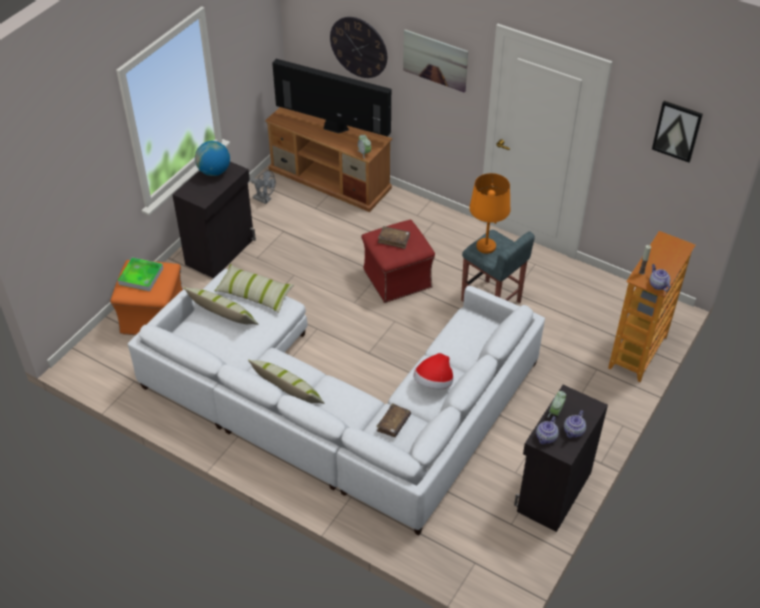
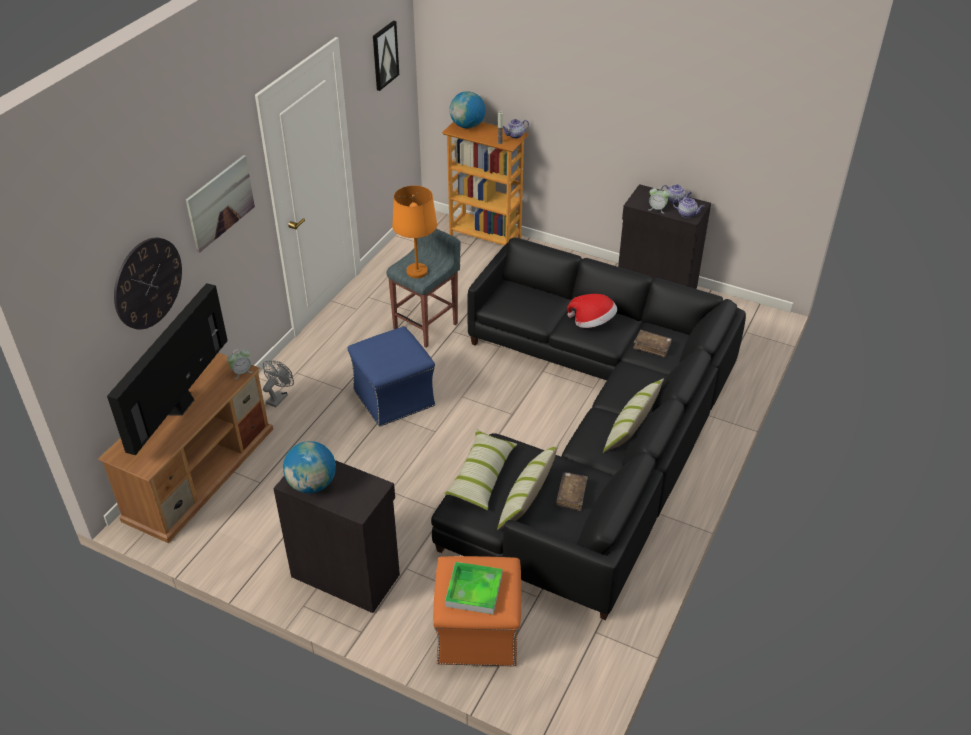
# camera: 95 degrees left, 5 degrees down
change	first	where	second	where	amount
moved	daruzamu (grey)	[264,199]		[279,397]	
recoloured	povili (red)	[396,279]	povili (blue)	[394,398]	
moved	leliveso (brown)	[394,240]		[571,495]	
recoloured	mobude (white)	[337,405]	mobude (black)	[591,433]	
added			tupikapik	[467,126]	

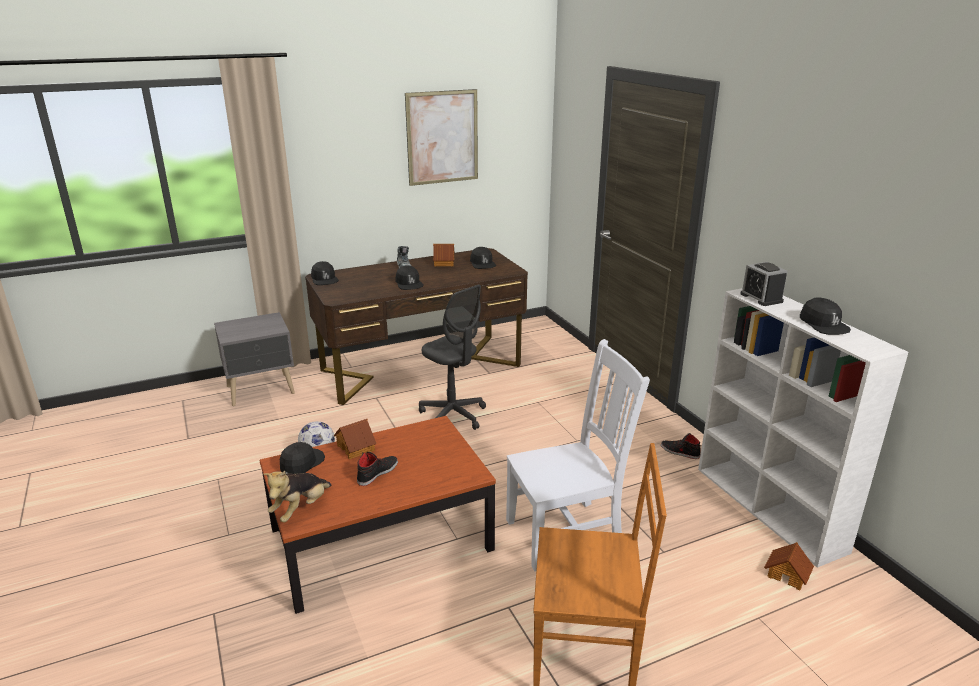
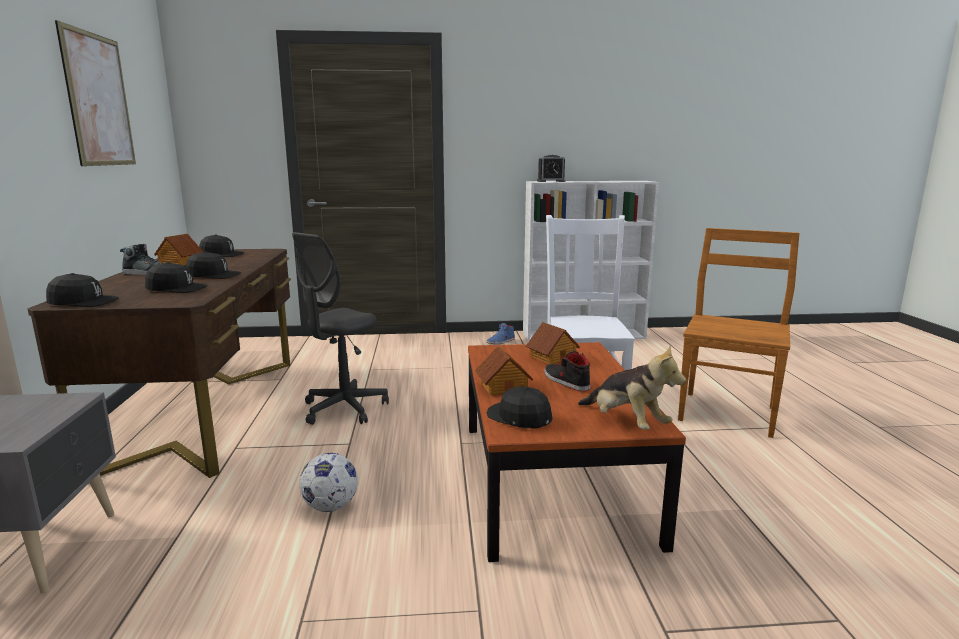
# camera: 70 degrees left, 10 degrees down
change	first	where	second	where	amount
turned	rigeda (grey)	[453,415]		[344,409]	150 degrees clockwise
moved	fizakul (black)	[823,324]		[176,288]	
recoloured	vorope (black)	[679,452]	vorope (blue)	[501,341]	
moved	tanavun	[787,574]		[552,357]	

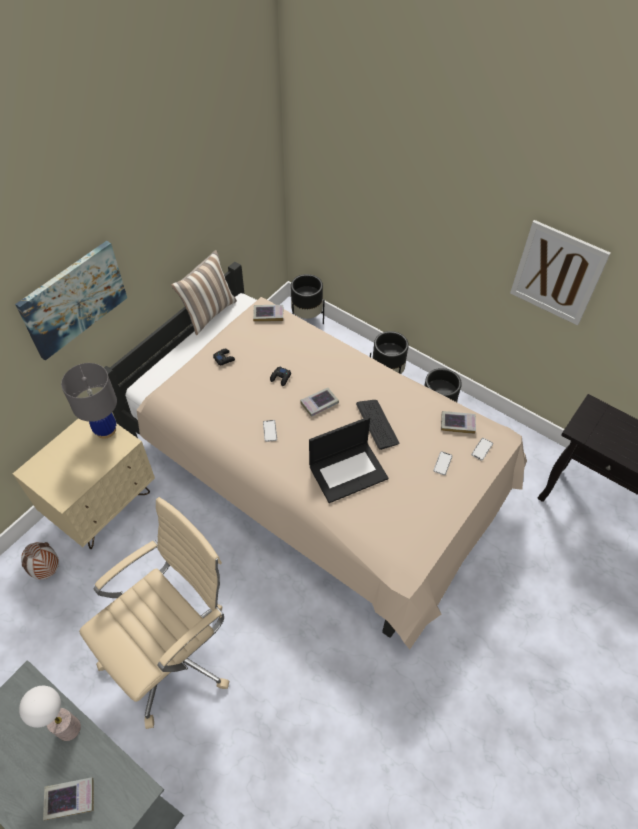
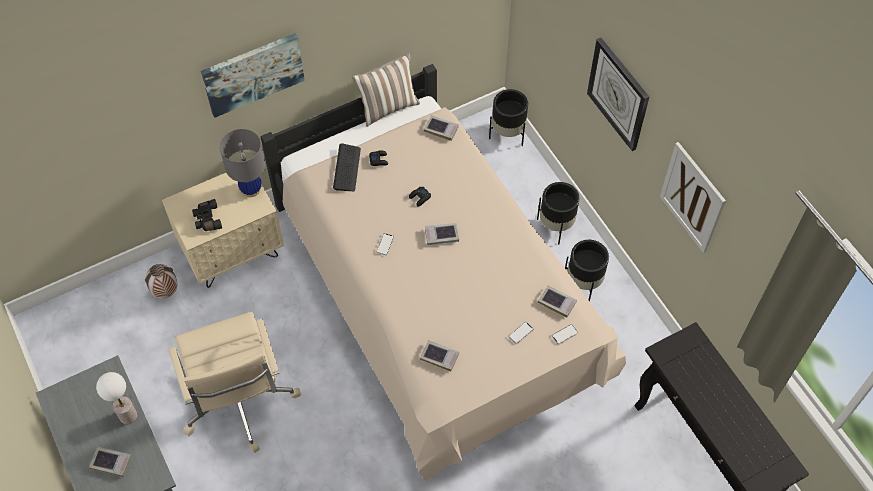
# camera: 25 degrees right, 5 degrees up
change	first	where	second	where	amount
moved	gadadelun	[377,424]		[347,168]	
removed	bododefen	[348,471]			
turned	rigeda (beige)	[174,652]		[239,402]	90 degrees clockwise
added			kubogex	[618,94]	
added			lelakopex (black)	[207,219]	
added			leliveso	[439,357]	

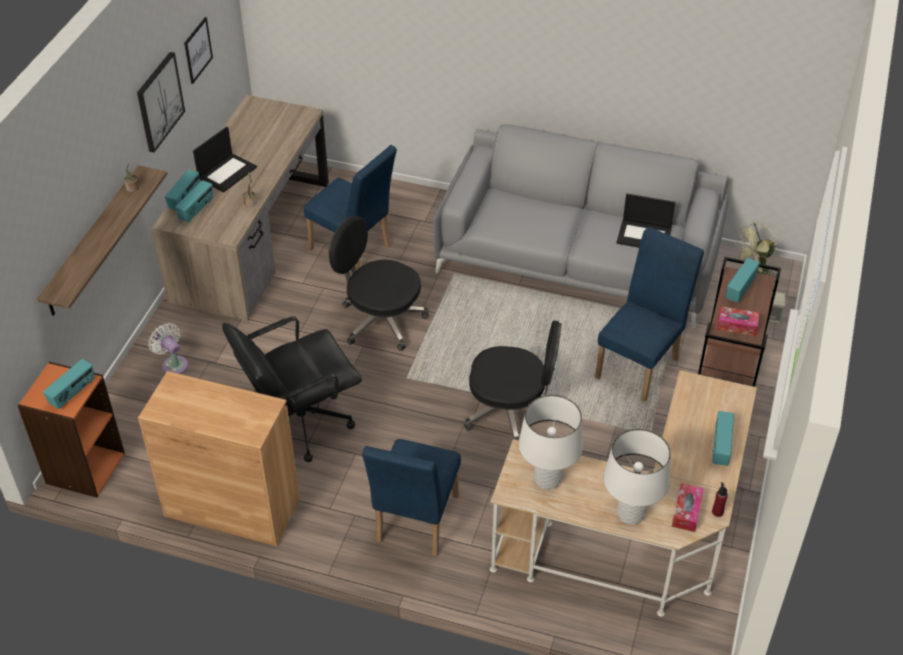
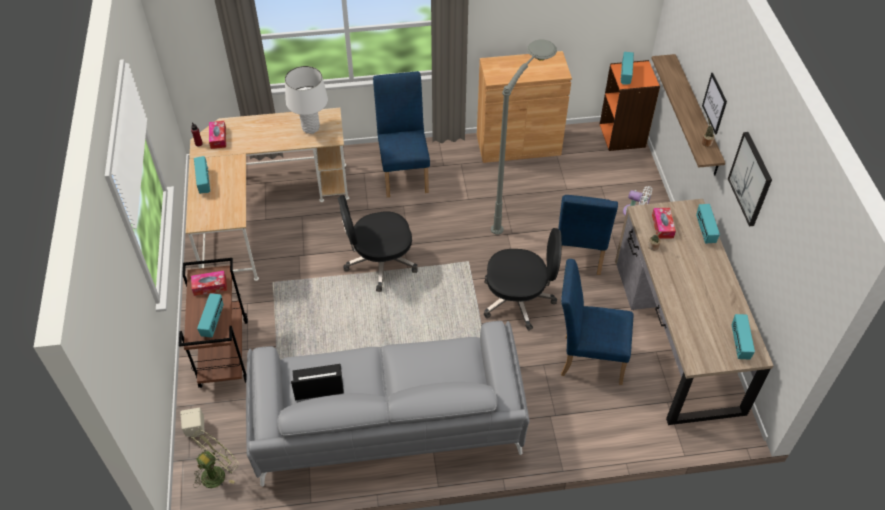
# camera: 155 degrees right, 5 degrees up
change	first	where	second	where	amount
moved	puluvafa	[198,50]		[714,103]	
removed	bododefen	[227,172]			
moved	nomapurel	[197,210]		[739,343]	
moved	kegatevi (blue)	[640,364]		[578,255]	
replaced	rigeda (black)	[300,422]	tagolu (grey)	[518,205]	
removed	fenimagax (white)	[630,514]			
added			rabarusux	[662,226]	

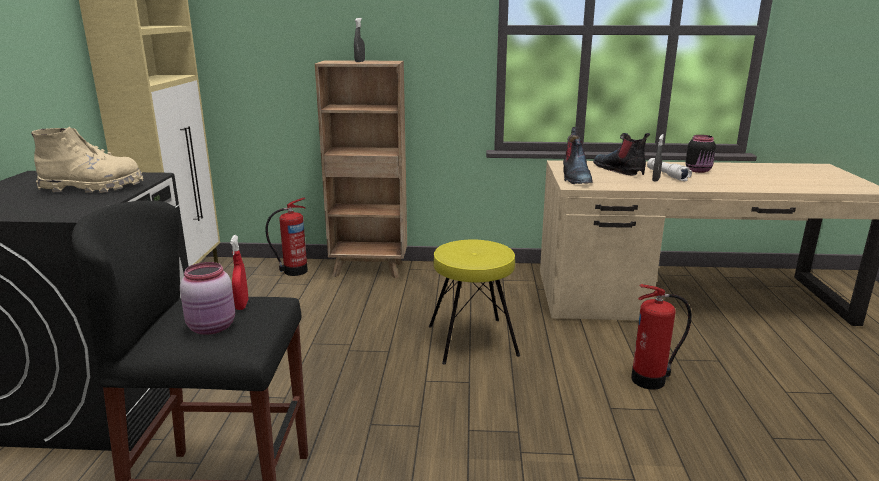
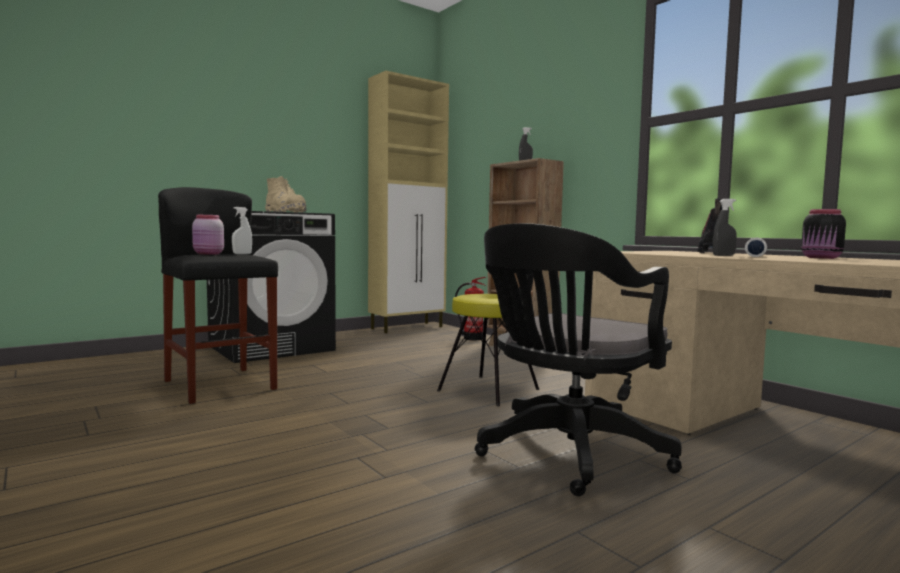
# camera: 50 degrees right, 15 degrees down
change	first	where	second	where	amount
removed	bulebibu	[575,178]			
recoloured	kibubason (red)	[242,305]	kibubason (white)	[242,254]	
replaced	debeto	[651,380]	rigeda (black)	[567,455]	

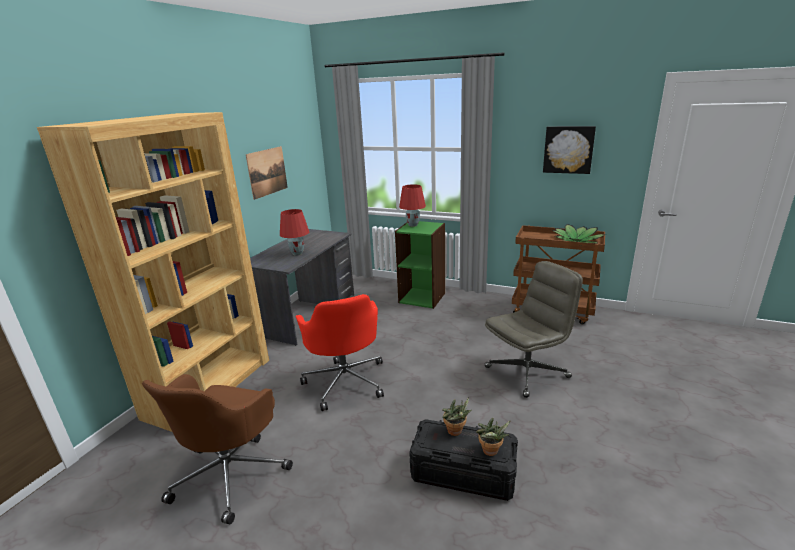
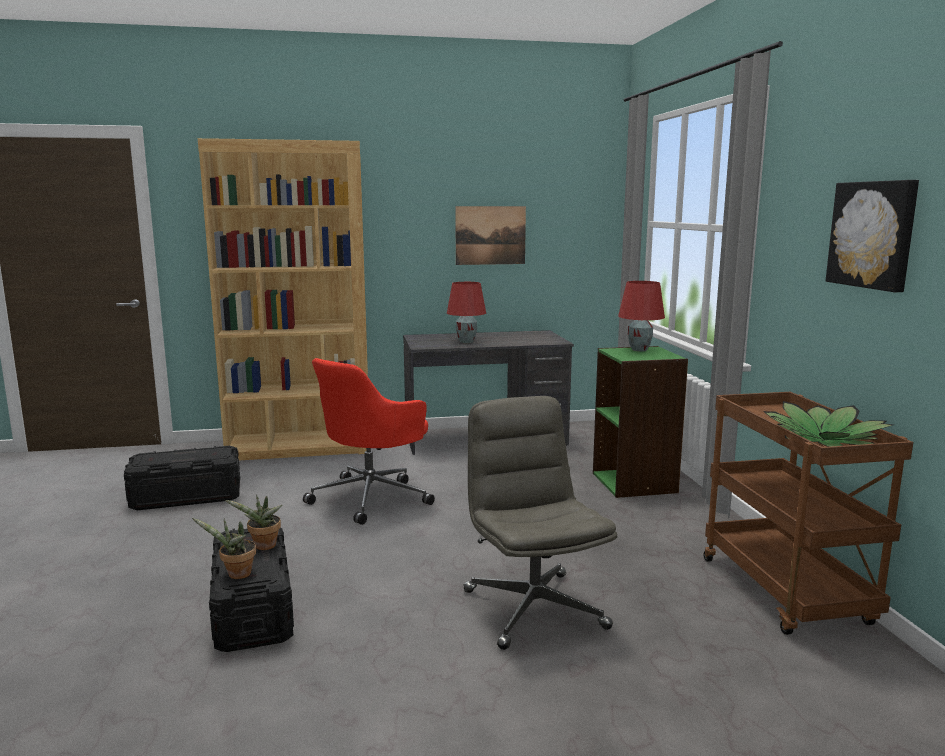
# camera: 55 degrees right, 10 degrees down
change	first	where	second	where	amount
turned	rigeda (grey)	[527,372]		[533,608]	135 degrees counterclockwise
replaced	rigeda (brown)	[231,473]	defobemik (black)	[186,496]	

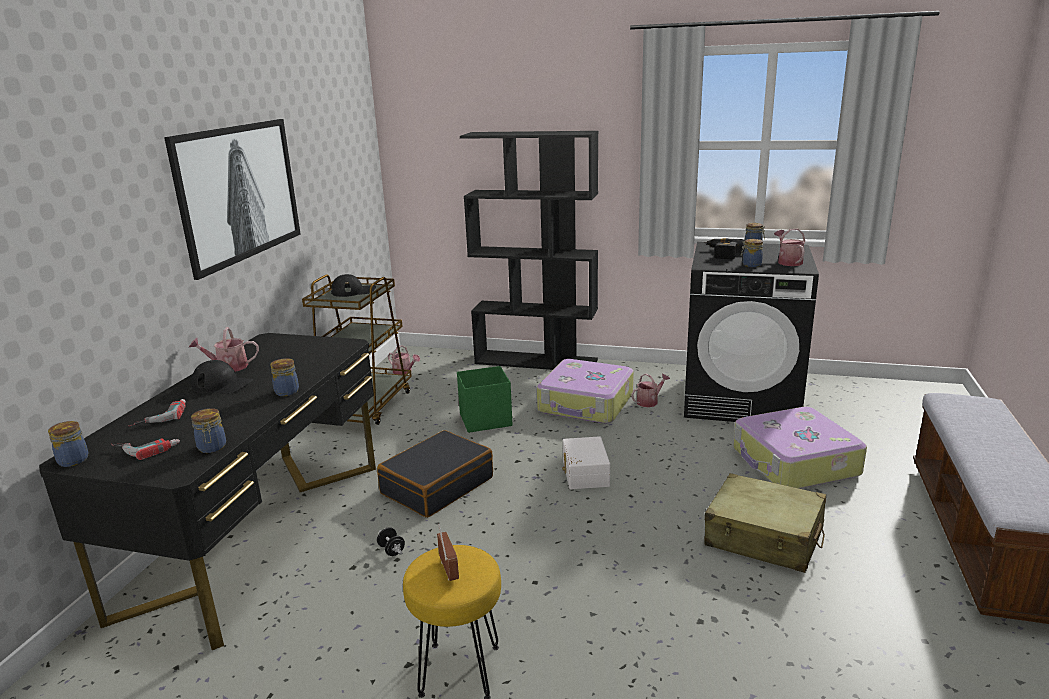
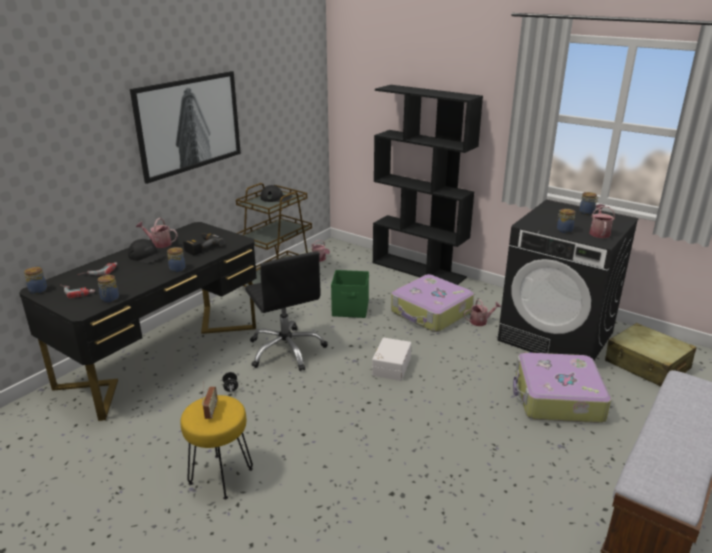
# camera: 20 degrees right, 5 degrees up
change	first	where	second	where	amount
moved	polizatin	[721,253]		[201,247]	
replaced	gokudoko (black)	[437,485]	rigeda (black)	[286,350]	
moved	gokudoko (beige)	[764,537]		[647,365]	

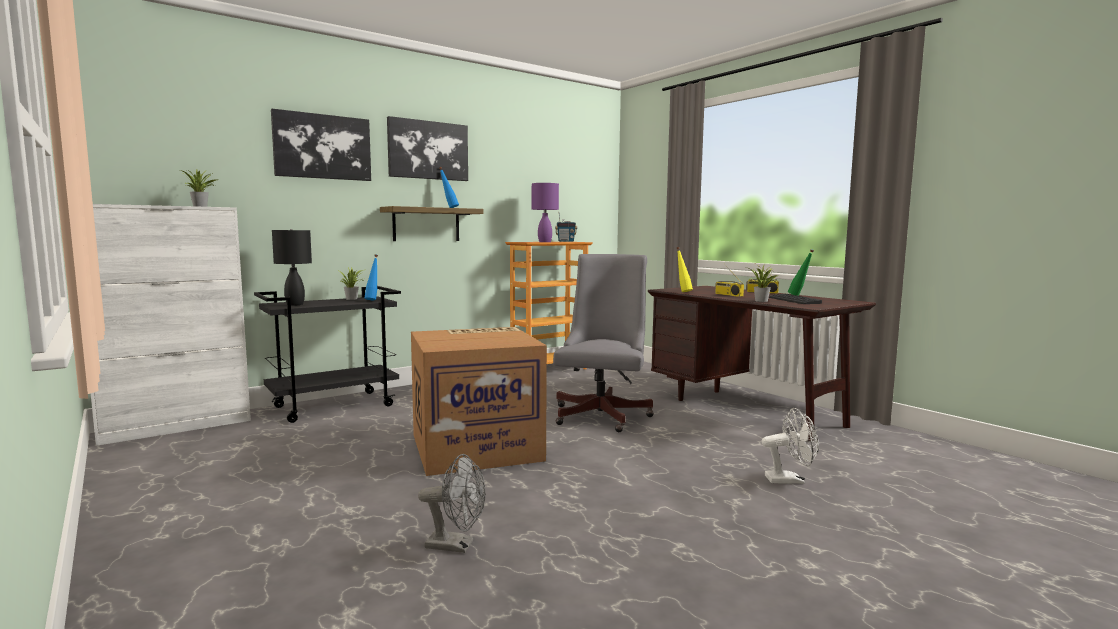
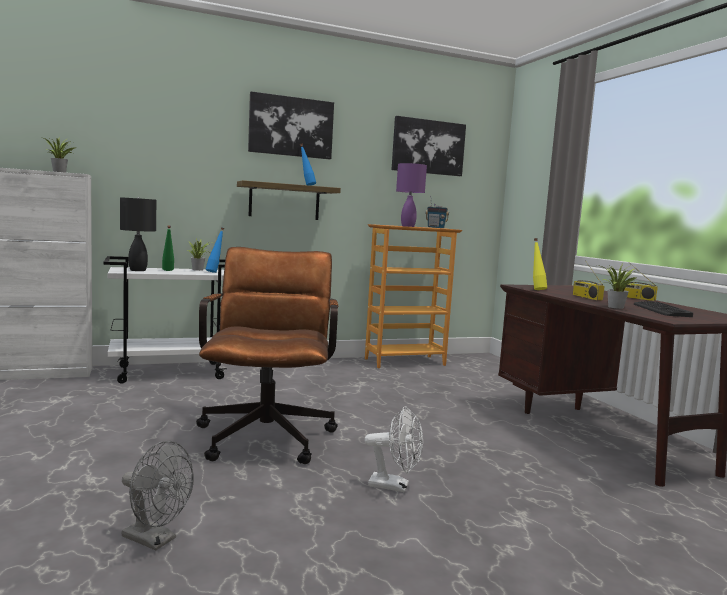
# camera: 15 degrees right, 0 degrees up
change	first	where	second	where	amount
moved	puluvafa	[322,147]		[428,147]	
moved	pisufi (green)	[799,295]		[168,271]	
removed	rigeda (grey)	[603,414]			
recoloured	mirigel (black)	[335,406]	mirigel (white)	[172,372]	
replaced	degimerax	[477,446]	rigeda (brown)	[267,433]	
moved	daruzamu (white)	[790,480]		[395,486]	

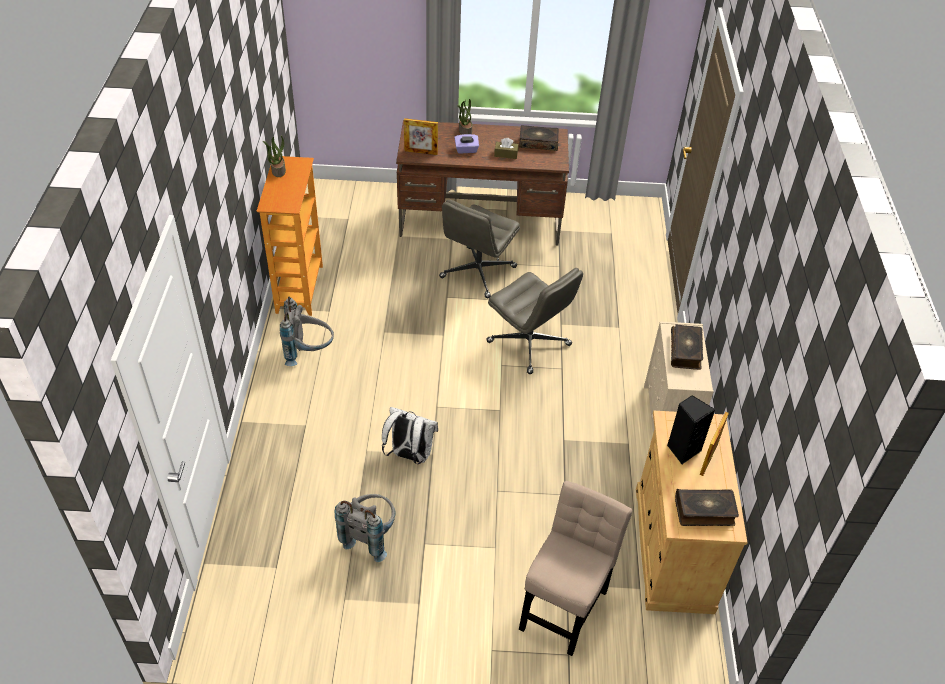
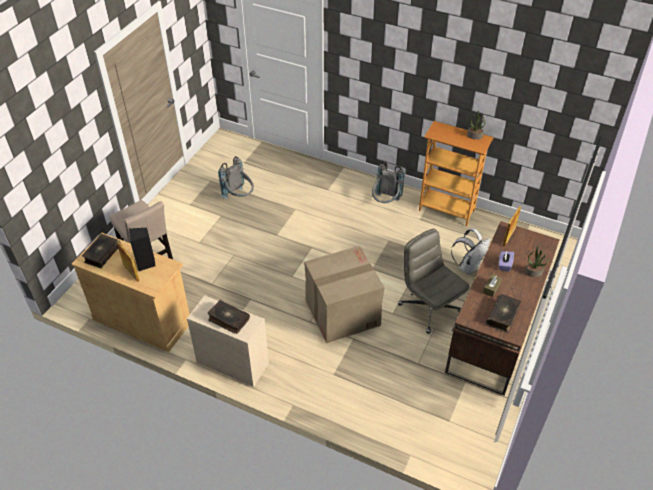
# camera: 115 degrees right, 0 degrees up
change	first	where	second	where	amount
replaced	rigeda (grey)	[530,344]	degimerax	[342,312]	
moved	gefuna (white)	[409,455]		[468,266]	

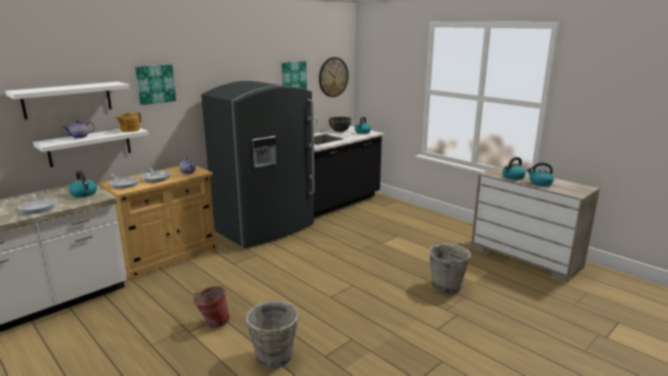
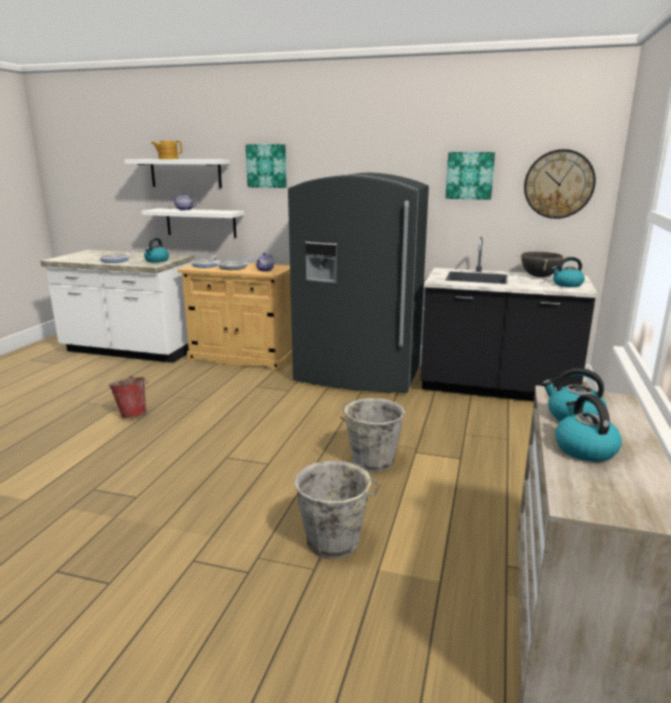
# camera: 60 degrees right, 0 degrees up
change	first	where	second	where	amount
moved	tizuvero	[129,130]		[168,159]	
moved	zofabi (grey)	[274,358]		[371,462]	

